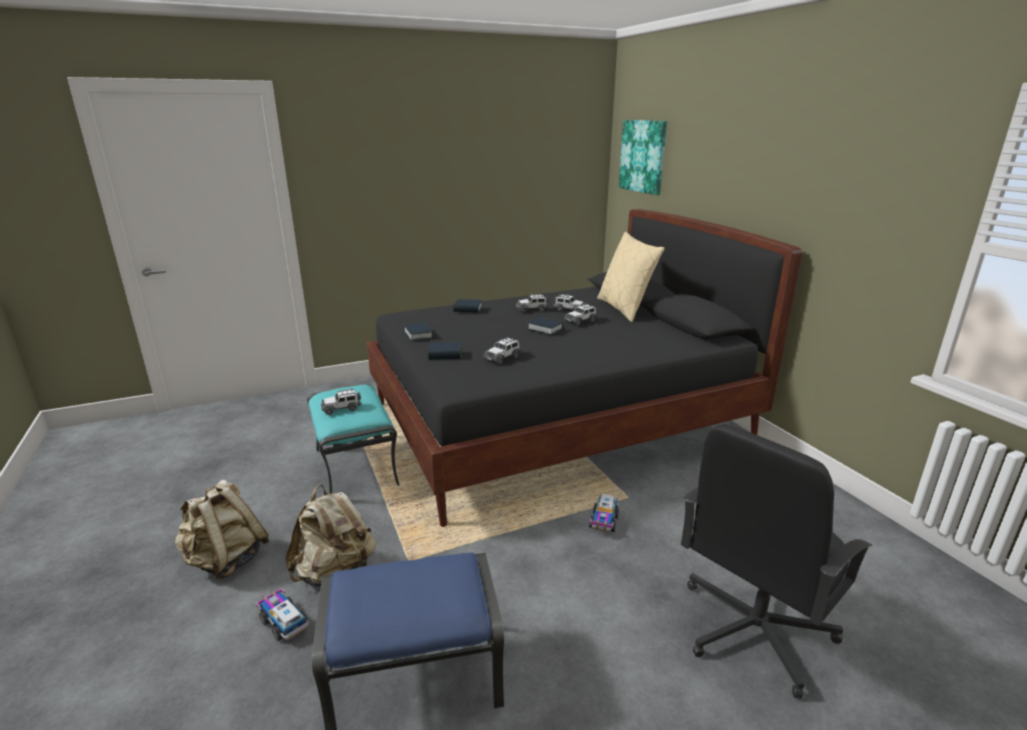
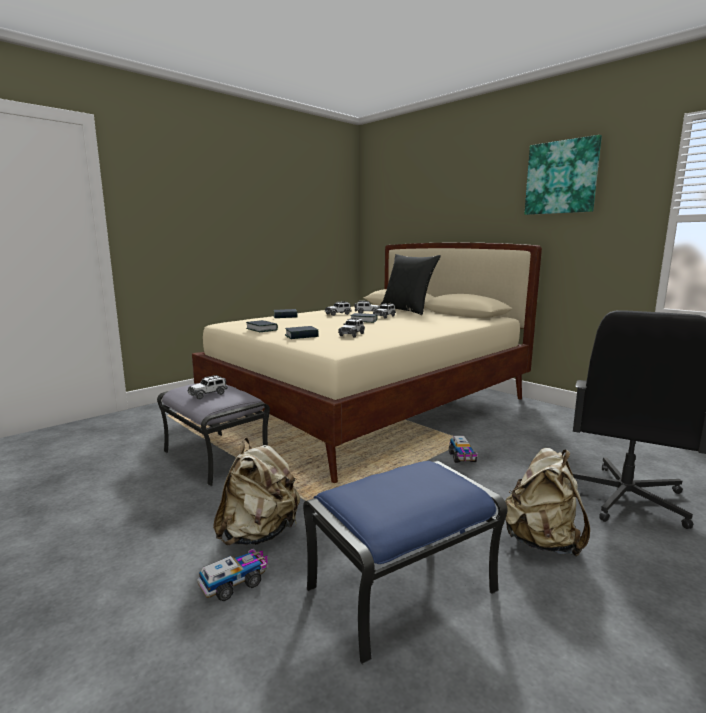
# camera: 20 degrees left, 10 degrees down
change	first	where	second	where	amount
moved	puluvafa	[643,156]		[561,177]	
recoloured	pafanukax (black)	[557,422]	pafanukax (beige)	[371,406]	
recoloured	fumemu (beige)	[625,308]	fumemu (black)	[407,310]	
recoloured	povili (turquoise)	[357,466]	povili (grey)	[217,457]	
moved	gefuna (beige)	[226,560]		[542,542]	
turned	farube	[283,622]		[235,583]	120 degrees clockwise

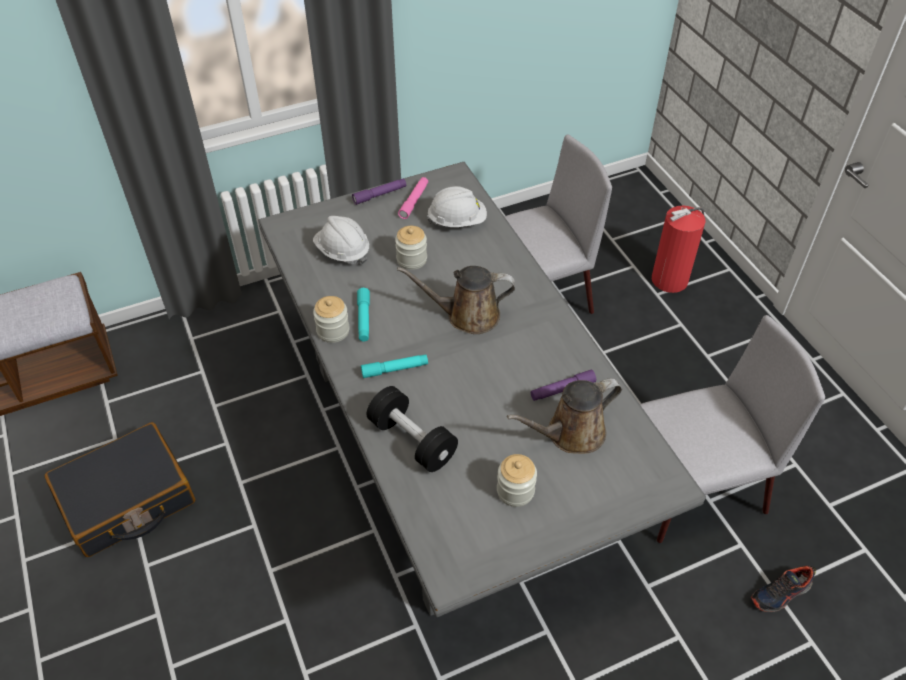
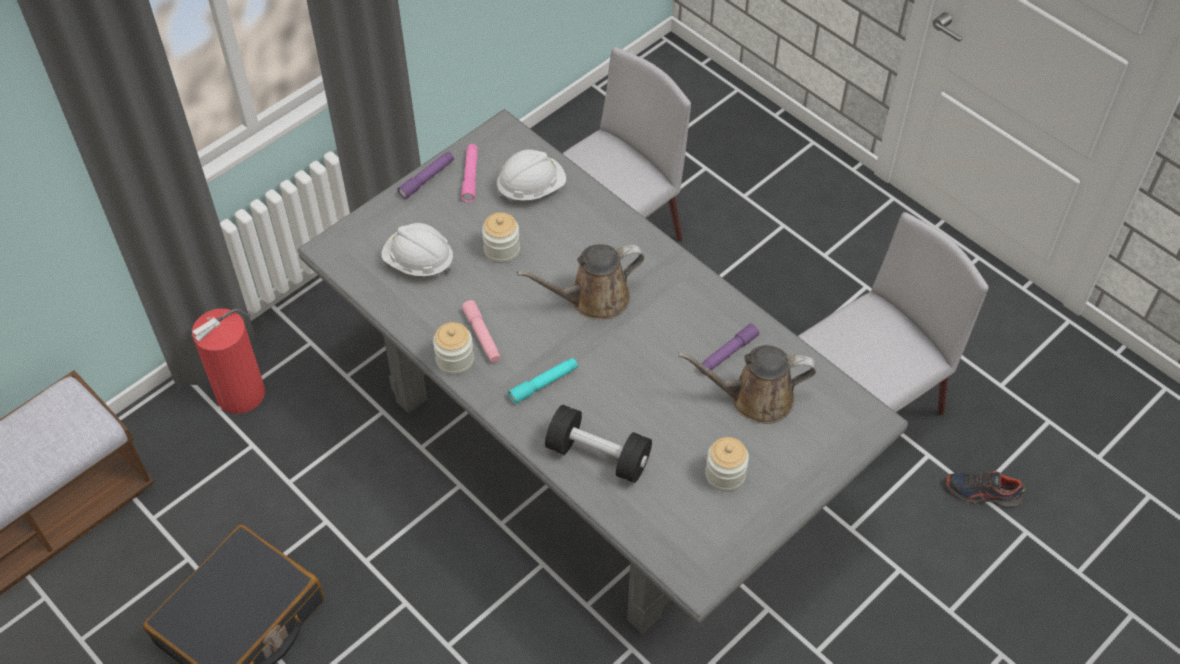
# camera: 20 degrees left, 5 degrees up
change	first	where	second	where	amount
moved	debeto	[671,278]		[242,391]	
recoloured	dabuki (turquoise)	[364,318]	dabuki (pink)	[482,336]	
turned	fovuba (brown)	[570,434]		[755,398]	45 degrees clockwise
turned	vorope	[780,593]		[982,493]	60 degrees clockwise

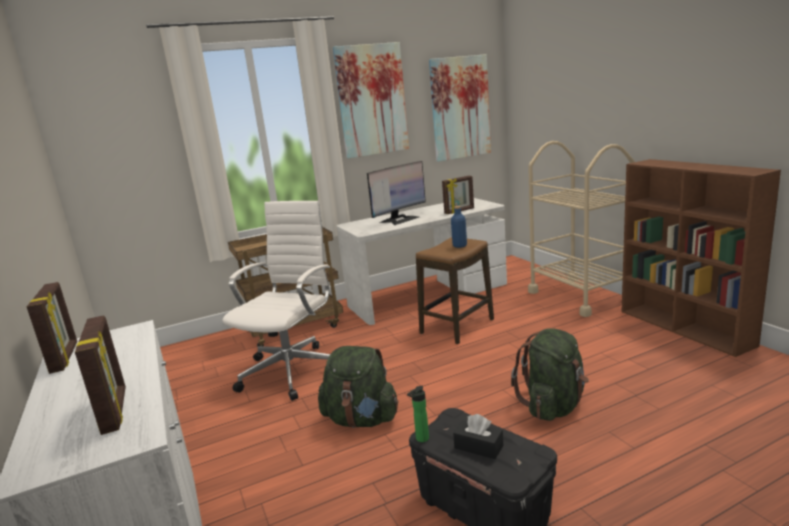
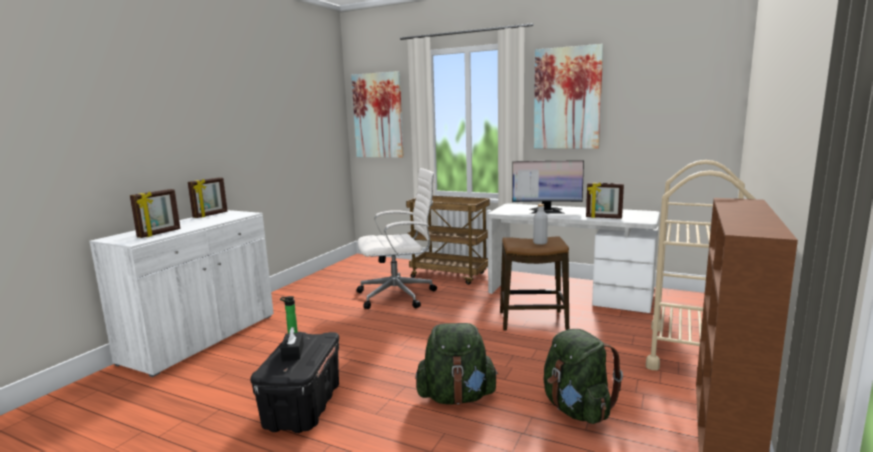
# camera: 50 degrees right, 5 degrees down
change	first	where	second	where	amount
moved	puluvafa	[460,108]		[378,115]	
recoloured	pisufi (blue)	[459,245]	pisufi (grey)	[540,243]	
moved	gefuna (green)	[361,419]		[577,409]	

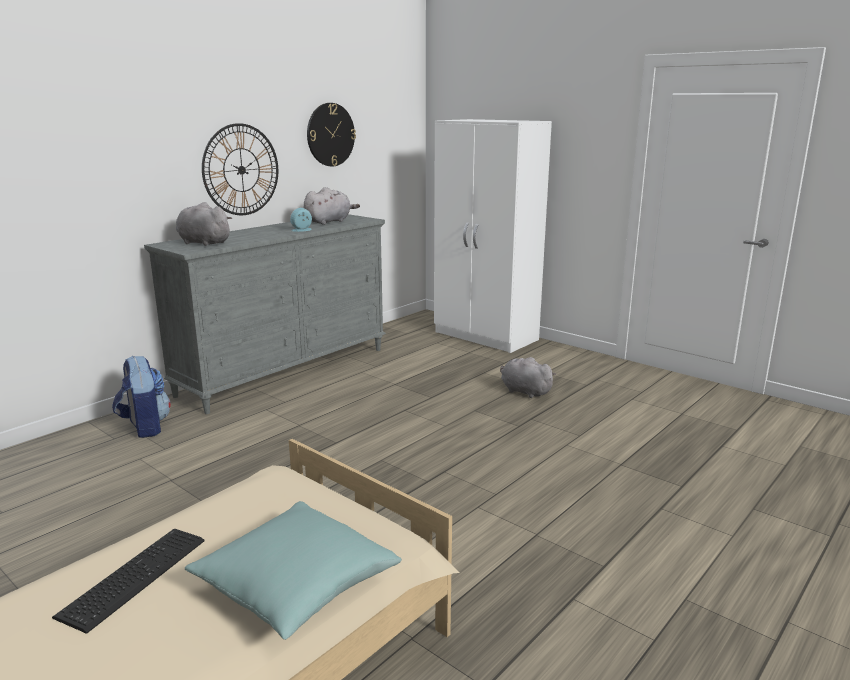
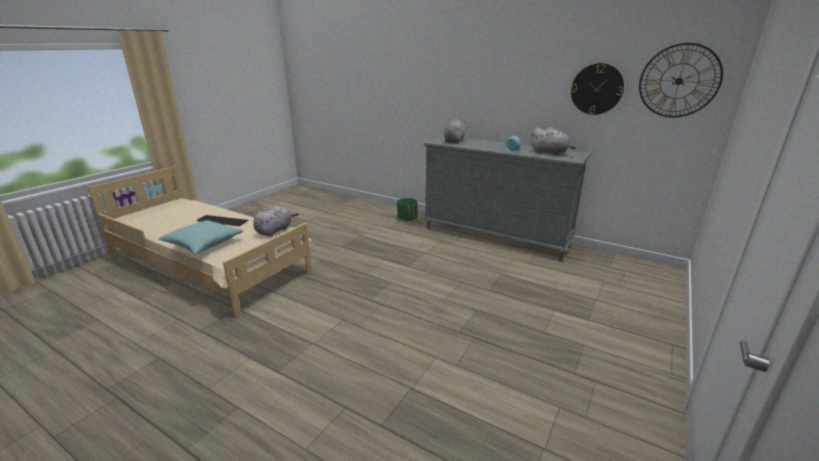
# camera: 80 degrees right, 5 degrees up
change	first	where	second	where	amount
removed	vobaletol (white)	[486,336]			
moved	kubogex	[241,170]		[679,81]	
replaced	gefuna	[145,427]	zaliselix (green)	[407,219]	
moved	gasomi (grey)	[524,391]		[275,230]	

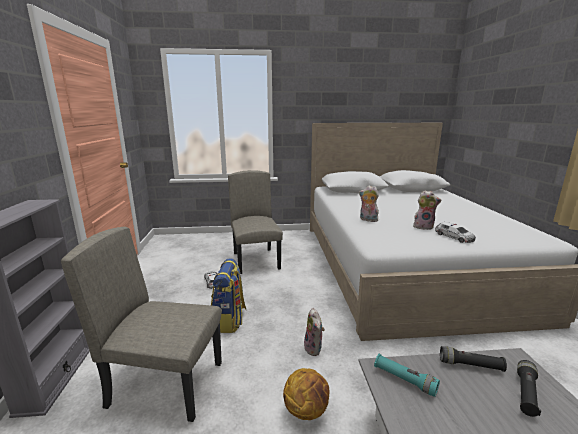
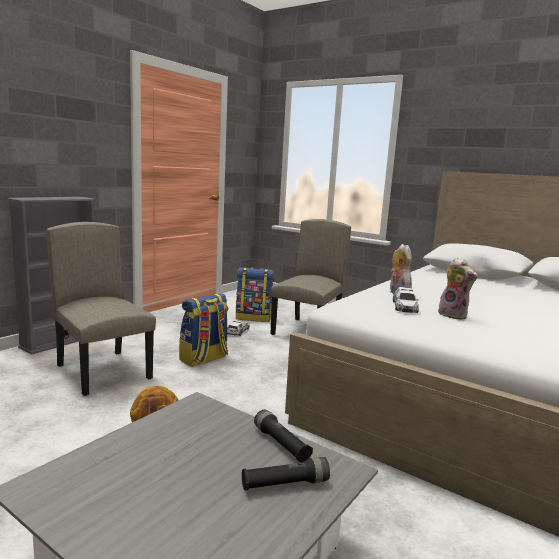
# camera: 40 degrees right, 5 degrees down
change	first	where	second	where	amount
moved	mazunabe	[454,237]		[405,307]	
removed	gasomi	[314,349]			
removed	dabuki (turquoise)	[404,380]			
added			gefuna	[254,317]	

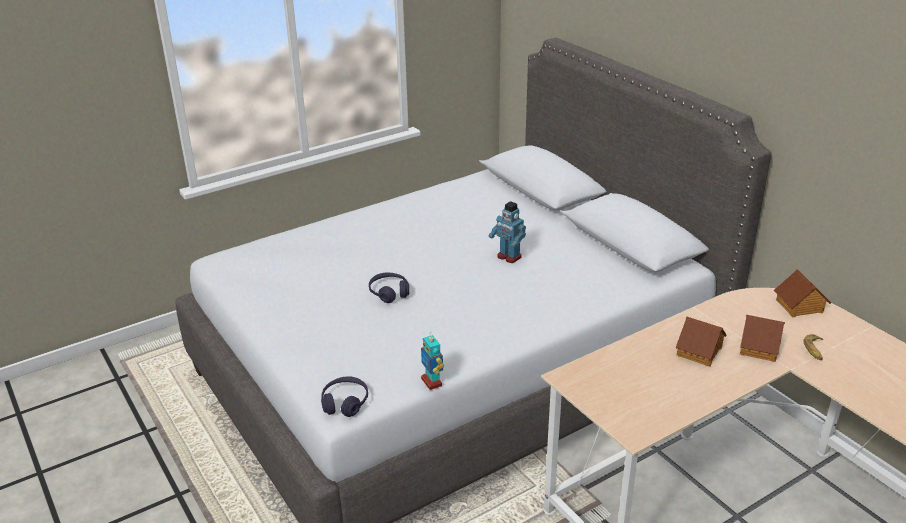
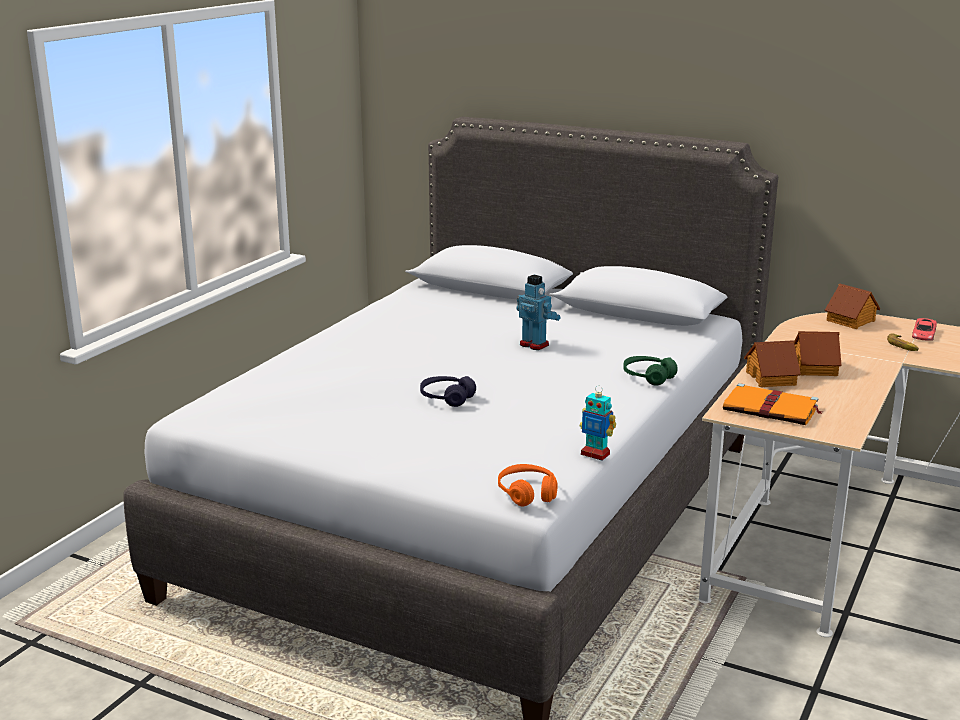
# camera: 30 degrees left, 10 degrees down
change	first	where	second	where	amount
turned	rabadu	[508,257]		[534,344]	150 degrees counterclockwise
moved	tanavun	[760,347]		[771,378]	
recoloured	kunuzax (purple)	[345,403]	kunuzax (orange)	[527,493]	
added			mazunabe (red)	[923,334]	
added			kunuzax (green)	[648,377]	
added			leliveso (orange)	[772,409]	

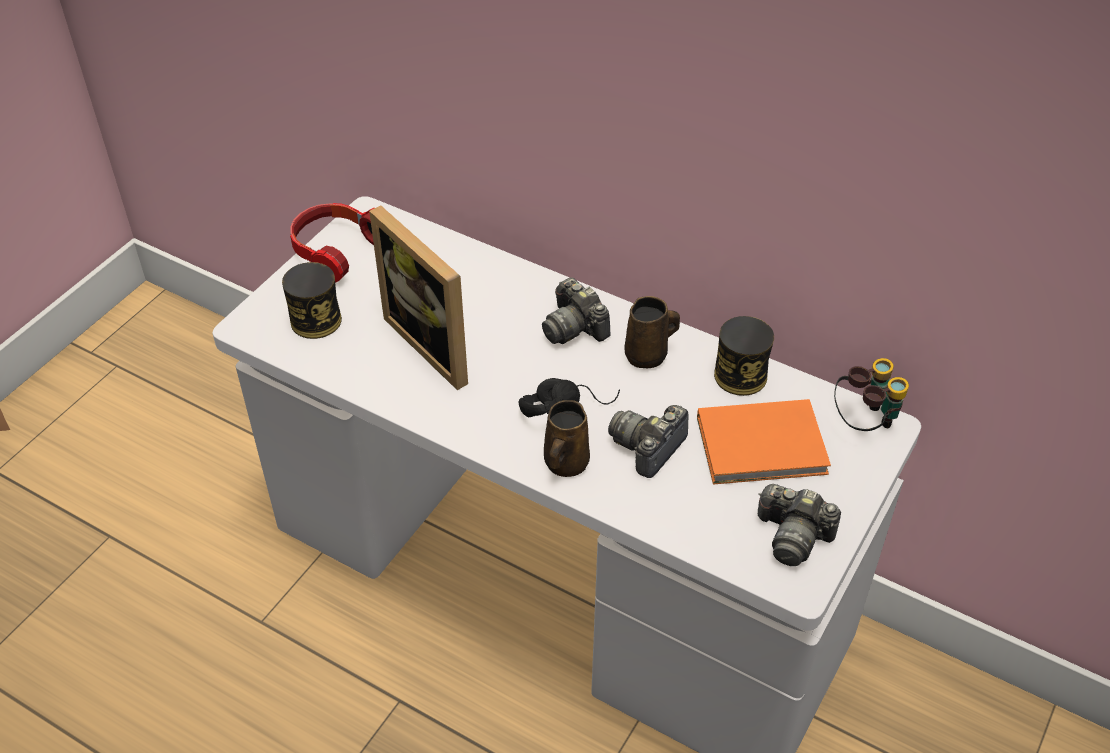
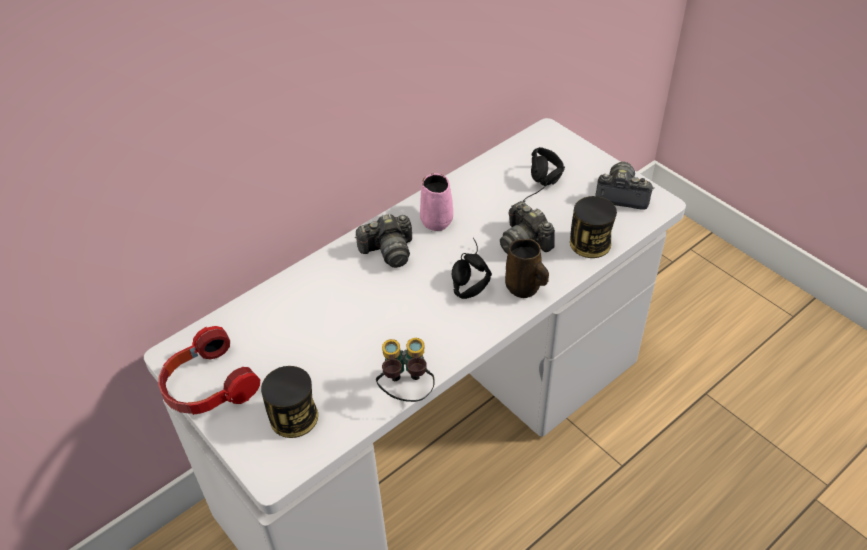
# camera: 70 degrees left, 0 degrees up
change	first	where	second	where	amount
removed	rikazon	[437,343]			
recoloured	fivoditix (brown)	[648,355]	fivoditix (pink)	[436,219]	
moved	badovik	[740,375]		[590,243]	
moved	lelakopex	[864,422]		[406,391]	
replaced	leliveso (orange)	[765,446]	kunuzax (black)	[544,187]	
turned	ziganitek	[793,536]		[621,195]	120 degrees counterclockwise

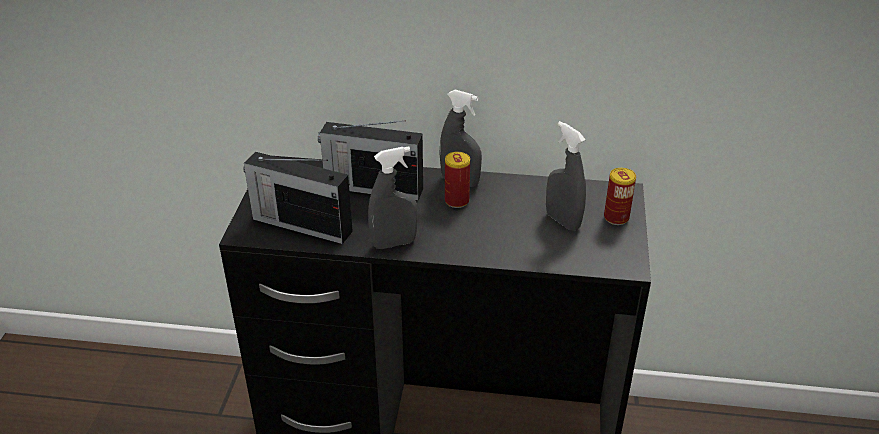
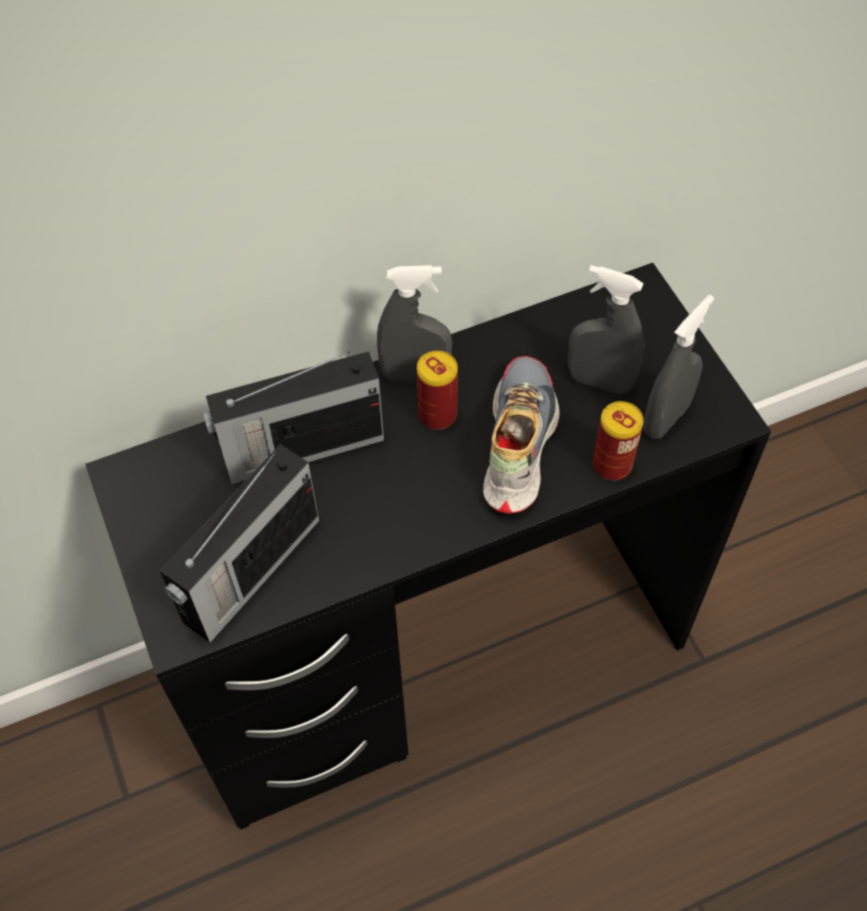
# camera: 30 degrees left, 20 degrees up
change	first	where	second	where	amount
moved	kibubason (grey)	[394,243]		[666,418]	
turned	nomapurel	[300,224]		[249,573]	45 degrees counterclockwise
moved	badovik	[616,217]		[612,464]	
added			vorope	[516,443]	

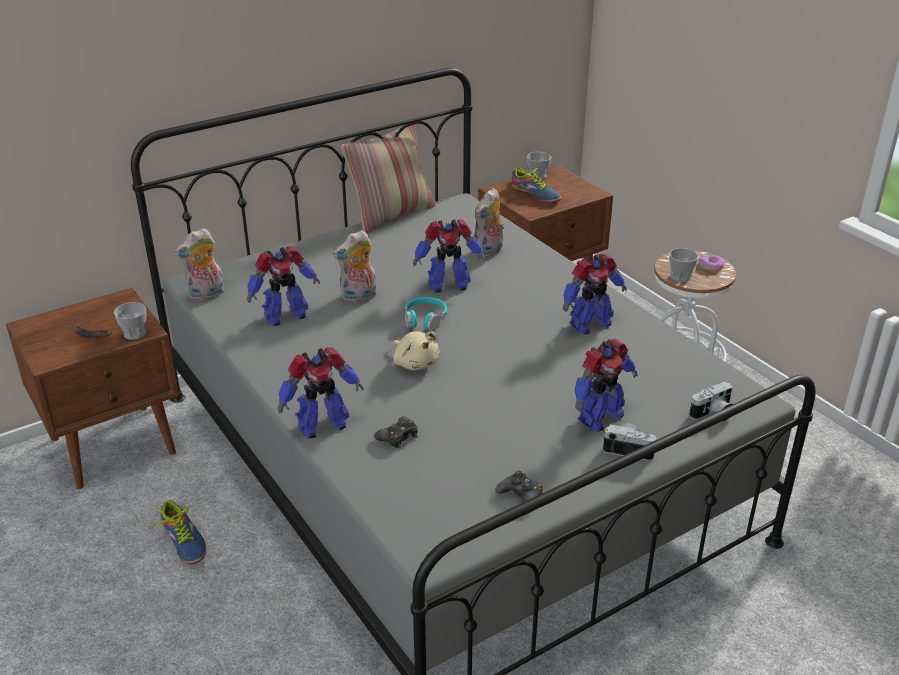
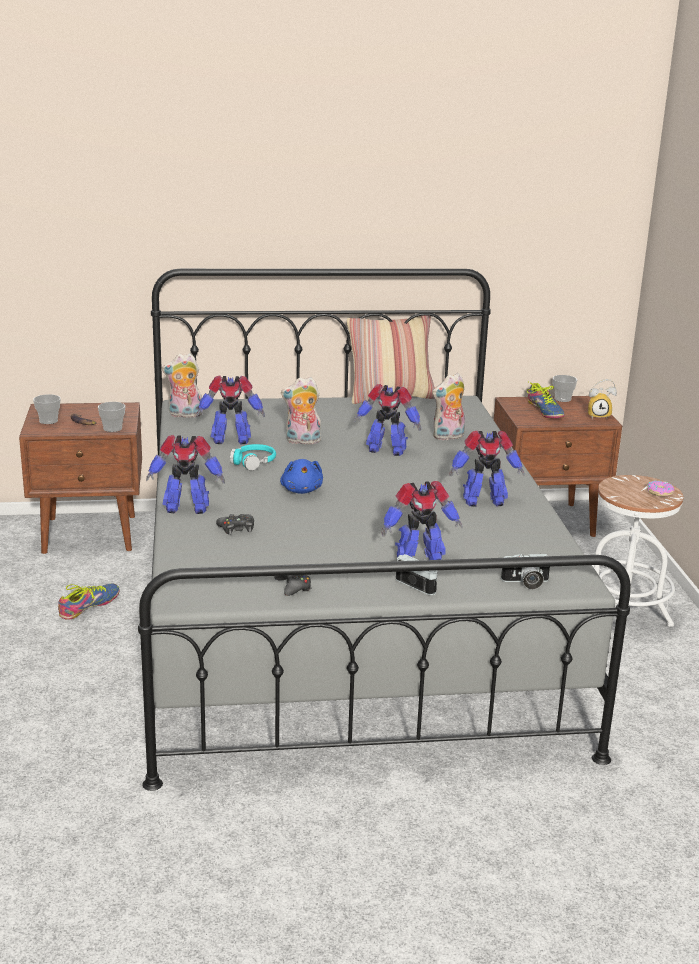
# camera: 25 degrees right, 10 degrees down
change	first	where	second	where	amount
moved	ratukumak	[680,277]		[48,421]	
moved	kunuzax (turquoise)	[425,319]		[253,462]	
recoloured	gasomi (beige)	[415,363]	gasomi (blue)	[301,490]	
turned	vorope	[184,540]		[89,606]	135 degrees counterclockwise
added			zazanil	[599,416]	

